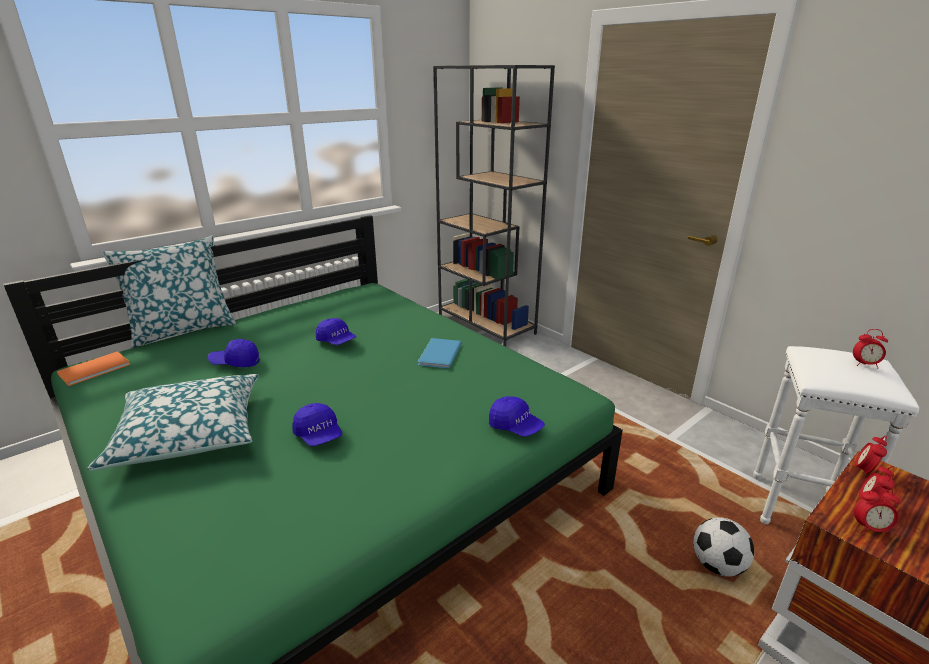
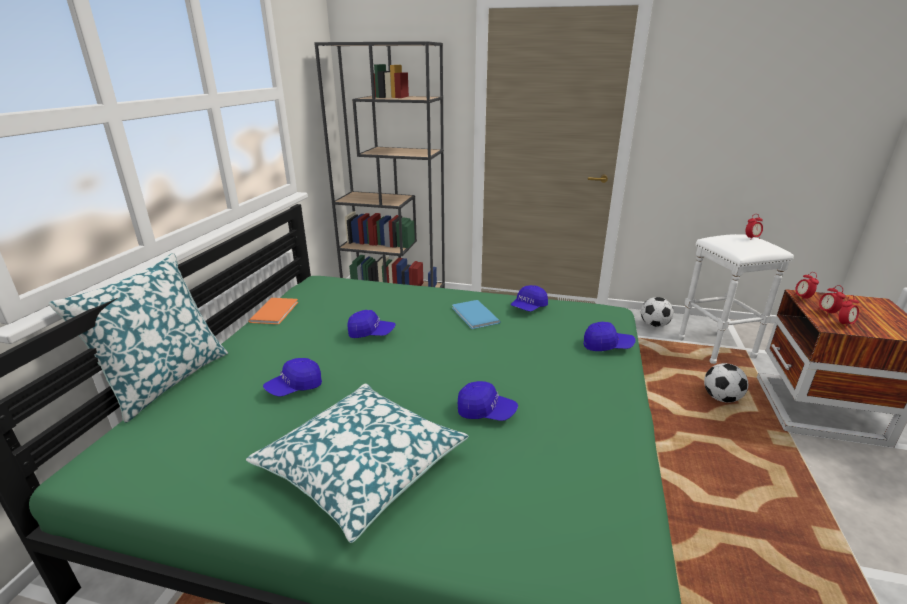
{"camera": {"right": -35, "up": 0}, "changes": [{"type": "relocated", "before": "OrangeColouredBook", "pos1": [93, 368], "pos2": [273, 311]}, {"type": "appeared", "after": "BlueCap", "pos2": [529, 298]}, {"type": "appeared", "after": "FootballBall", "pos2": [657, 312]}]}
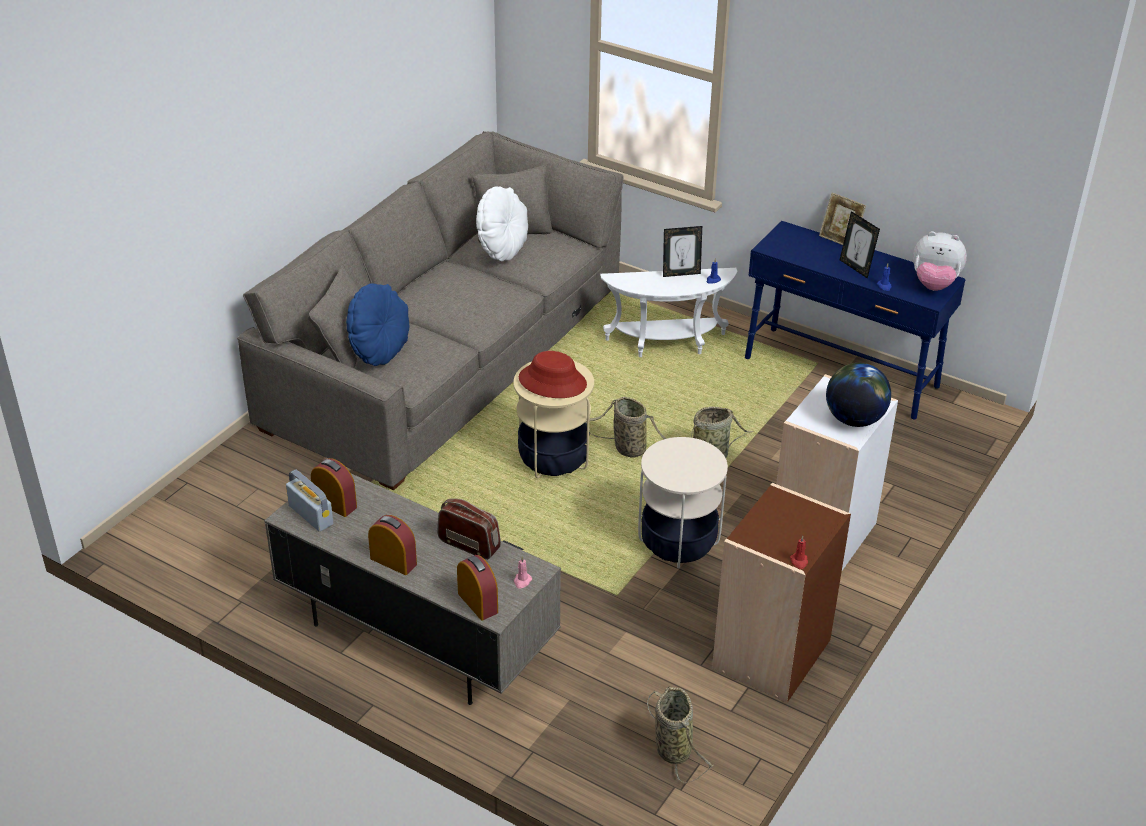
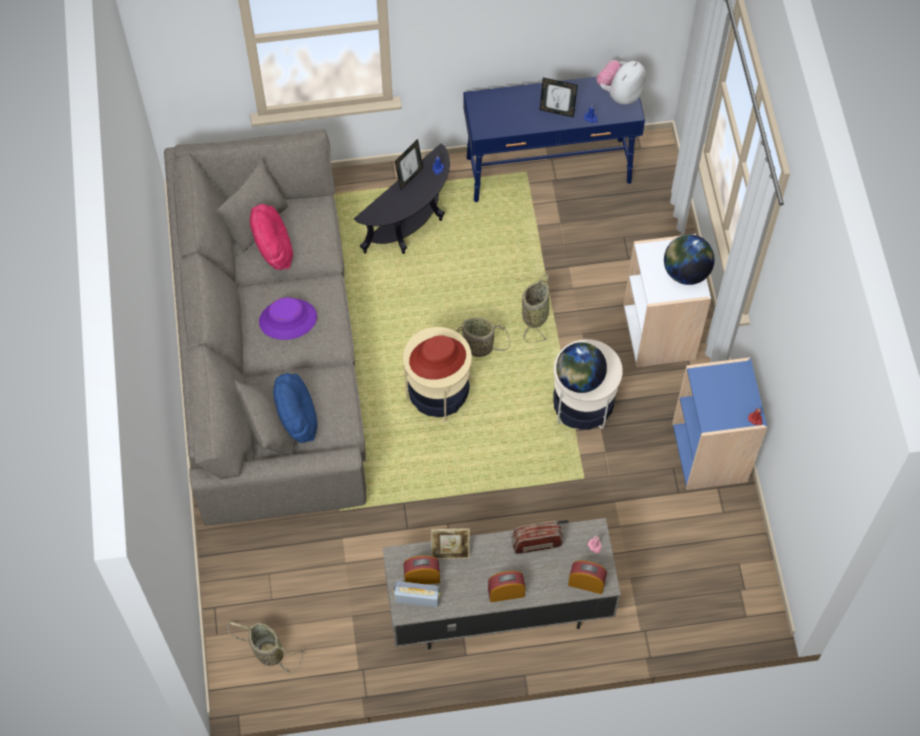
{"camera": {"right": -40, "up": 25}, "changes": [{"type": "colour", "before": "WhitishThrowPillow", "after": "PinkishThrowPillow", "pos1": [502, 223], "pos2": [271, 237]}, {"type": "colour", "before": "WhitishAccentTable", "after": "BlackAccentTable", "pos1": [669, 312], "pos2": [402, 199]}, {"type": "relocated", "before": "HouseholdBasket", "pos1": [680, 735], "pos2": [265, 647]}, {"type": "colour", "before": "BrownBookcase", "after": "BlueBookcase", "pos1": [781, 593], "pos2": [719, 423]}, {"type": "relocated", "before": "PictureFrame", "pos1": [842, 218], "pos2": [450, 543]}, {"type": "spun", "before": "PlushToy", "pos1": [940, 261], "pos2": [621, 82], "turn": 150}, {"type": "appeared", "after": "PurpleClothingHat", "pos2": [288, 318]}, {"type": "appeared", "after": "DeskGlobe", "pos2": [581, 367]}]}
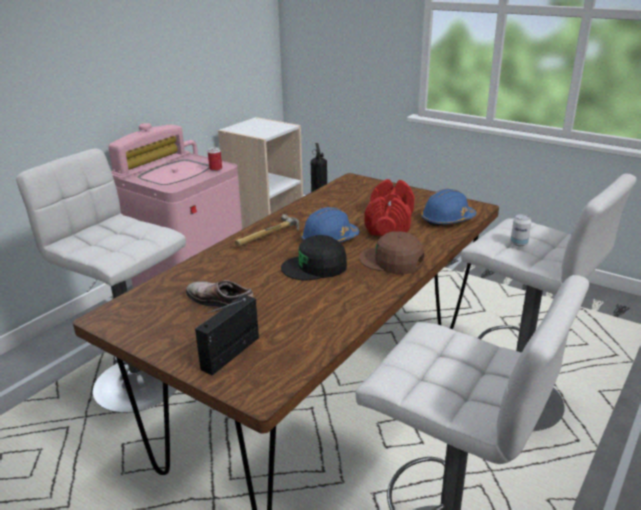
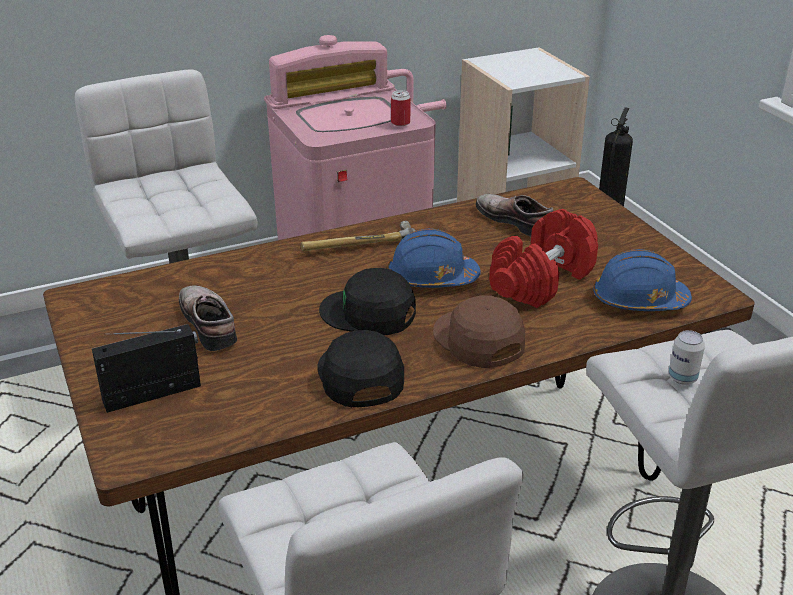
{"camera": {"right": 30, "up": 5}, "changes": [{"type": "appeared", "after": "BlackCap", "pos2": [360, 368]}, {"type": "appeared", "after": "Shoe", "pos2": [515, 215]}]}
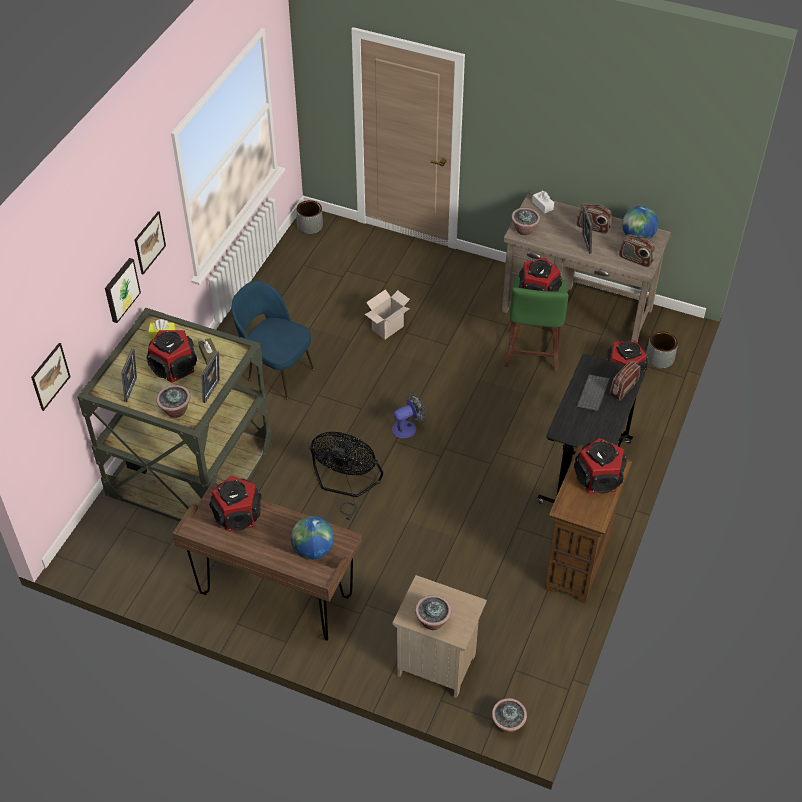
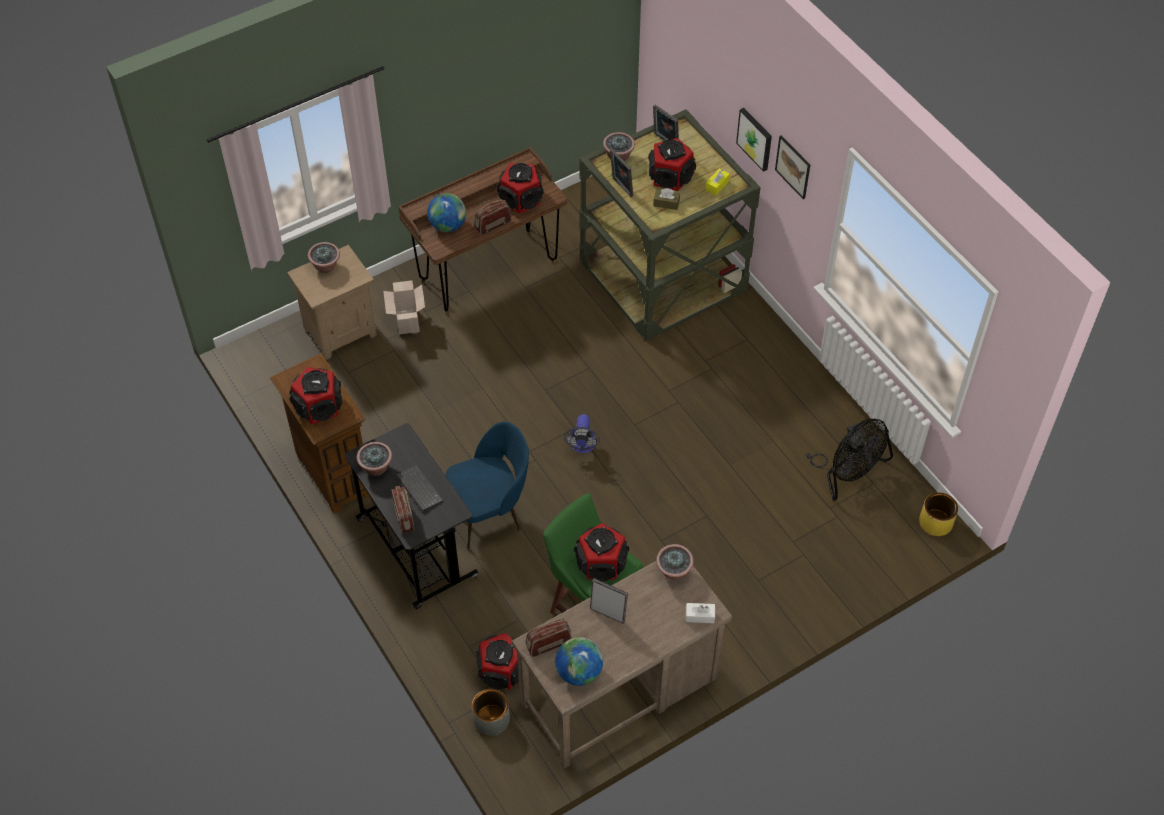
{"camera": {"right": 125, "up": 5}, "changes": [{"type": "missing", "before": "WallArt", "pos1": [51, 377]}, {"type": "relocated", "before": "BluePlainChair", "pos1": [273, 340], "pos2": [487, 485]}, {"type": "colour", "before": "GreyPlantPot", "after": "YellowPlantPot", "pos1": [309, 217], "pos2": [938, 514]}, {"type": "relocated", "before": "BlackFan", "pos1": [346, 476], "pos2": [849, 460]}, {"type": "relocated", "before": "CardboardBox", "pos1": [387, 314], "pos2": [404, 307]}, {"type": "relocated", "before": "PlantInAPot", "pos1": [509, 715], "pos2": [374, 459]}, {"type": "relocated", "before": "RadioReceiver", "pos1": [594, 219], "pos2": [492, 217]}]}
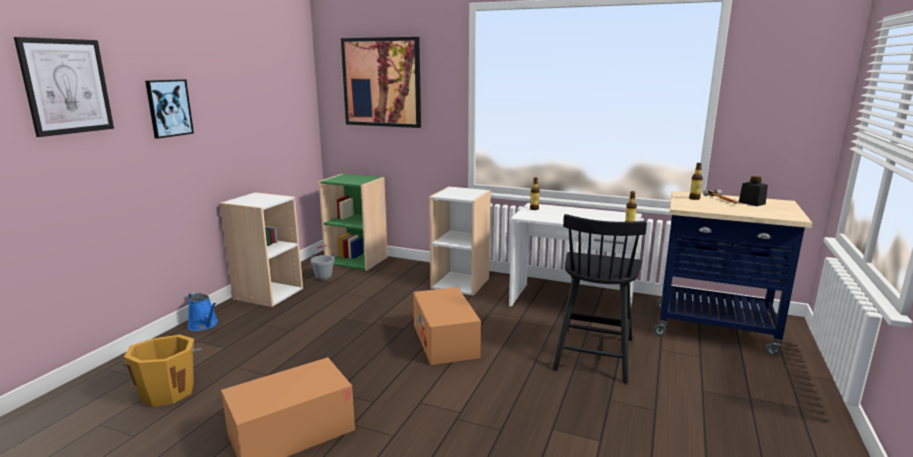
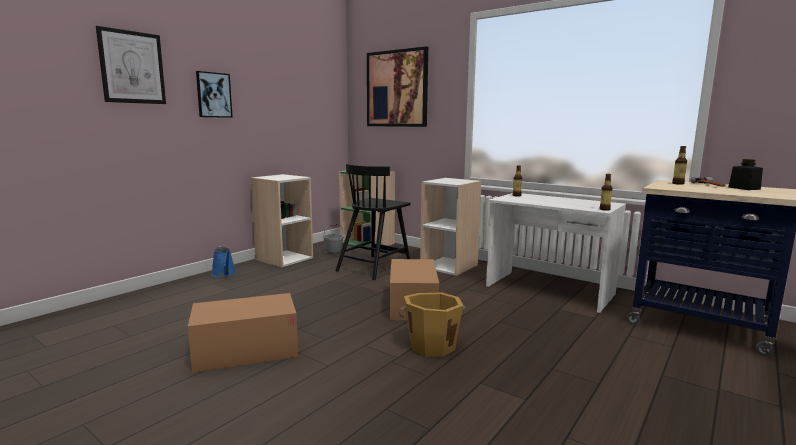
{"camera": {"right": 15, "up": -5}, "changes": [{"type": "relocated", "before": "OrangeColouredPail", "pos1": [161, 371], "pos2": [432, 325]}, {"type": "relocated", "before": "BlackPlainChair", "pos1": [600, 298], "pos2": [372, 221]}]}
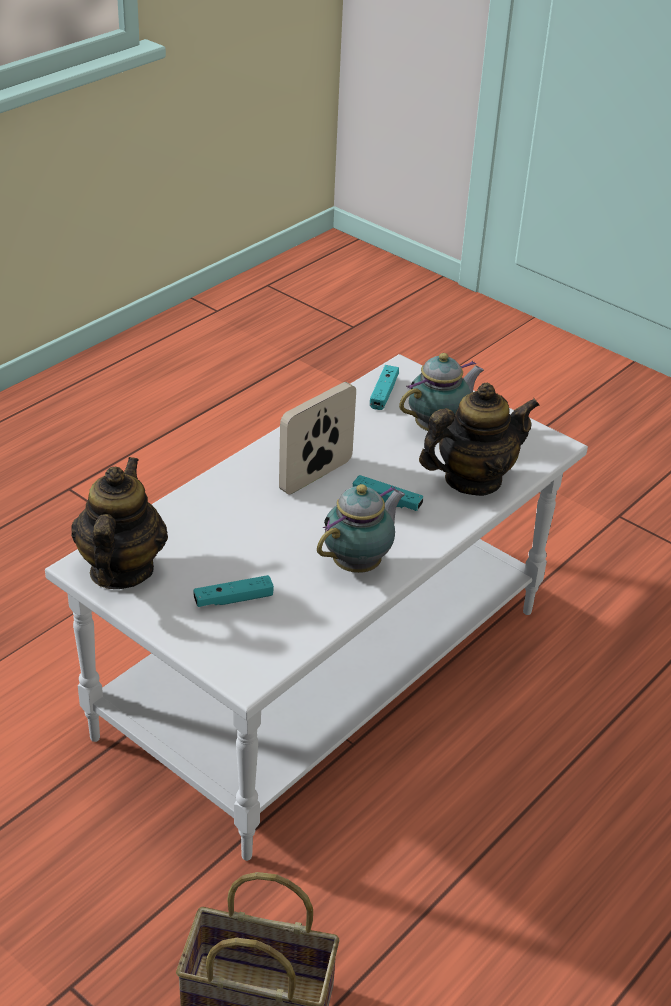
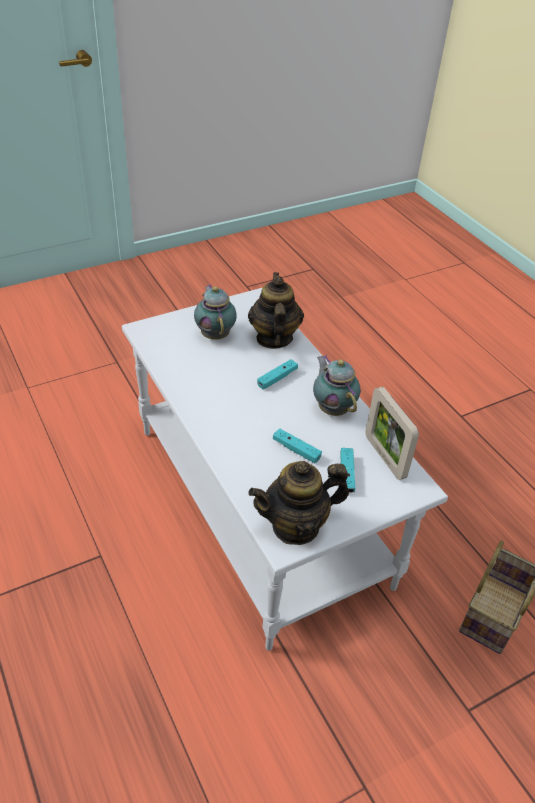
{"camera": {"right": -70, "up": 5}, "changes": [{"type": "spun", "before": "TeaPot", "pos1": [119, 523], "pos2": [298, 503], "turn": -45}, {"type": "relocated", "before": "PictureFrame", "pos1": [317, 438], "pos2": [392, 433]}, {"type": "relocated", "before": "TurquoiseGameController", "pos1": [384, 387], "pos2": [297, 445]}]}
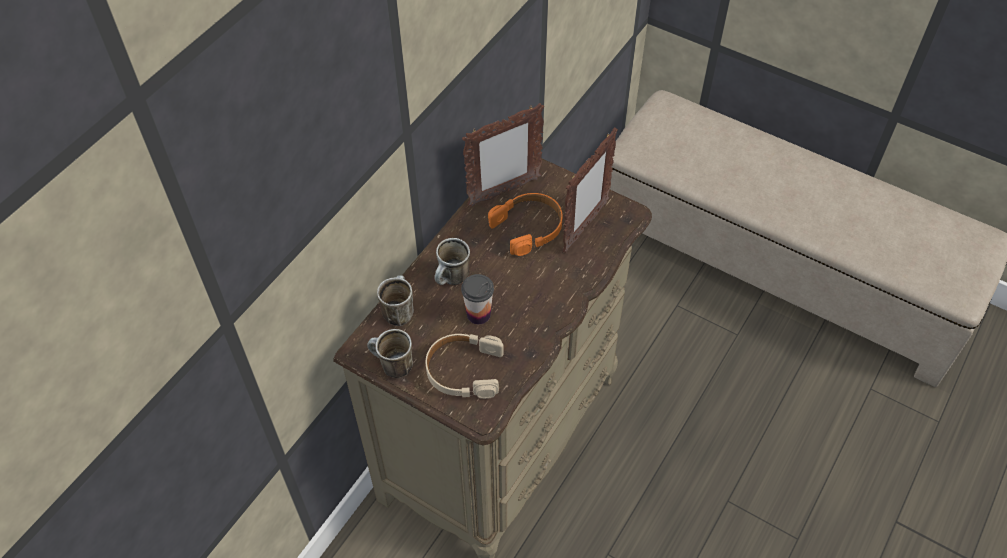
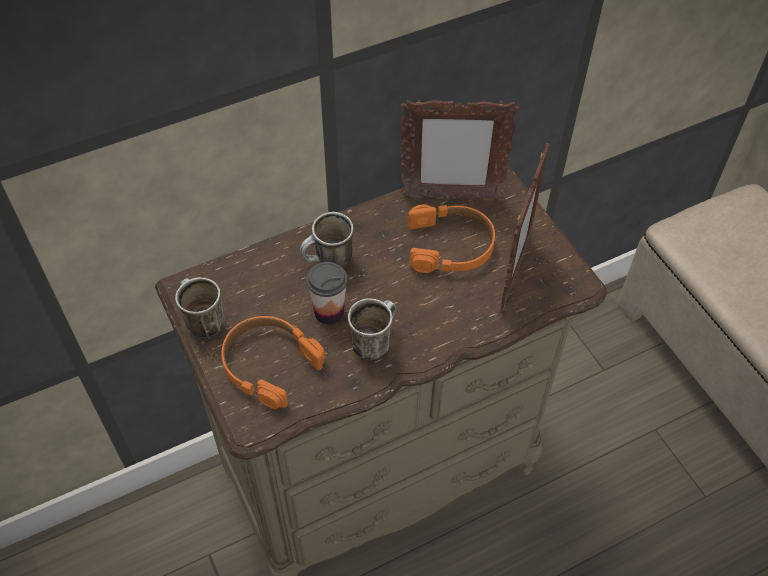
{"camera": {"right": 30, "up": 0}, "changes": [{"type": "relocated", "before": "CoffeeMug", "pos1": [395, 300], "pos2": [372, 329]}, {"type": "colour", "before": "BeigePairOfHeadphones", "after": "OrangeColouredPairOfHeadphones", "pos1": [465, 366], "pos2": [273, 362]}, {"type": "spun", "before": "PictureFrame", "pos1": [590, 190], "pos2": [524, 228], "turn": -45}]}
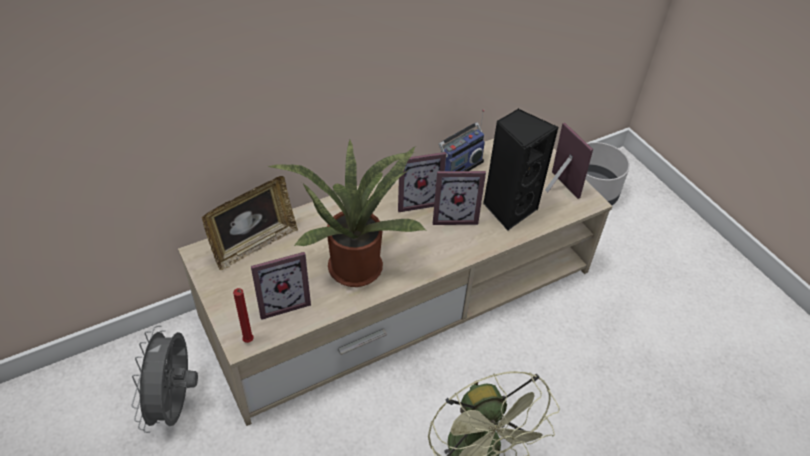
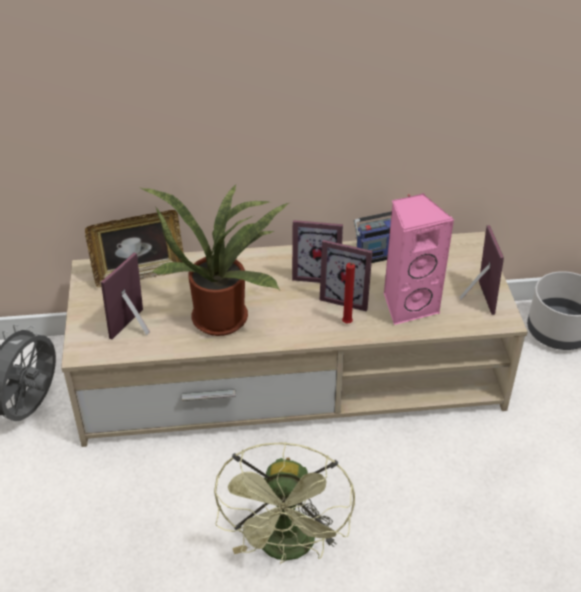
{"camera": {"right": 25, "up": -5}, "changes": [{"type": "relocated", "before": "RedCandle", "pos1": [243, 315], "pos2": [348, 293]}, {"type": "spun", "before": "PictureFrame", "pos1": [281, 286], "pos2": [125, 296], "turn": 120}, {"type": "colour", "before": "BlackSpeaker", "after": "PinkishSpeaker", "pos1": [521, 169], "pos2": [419, 259]}]}
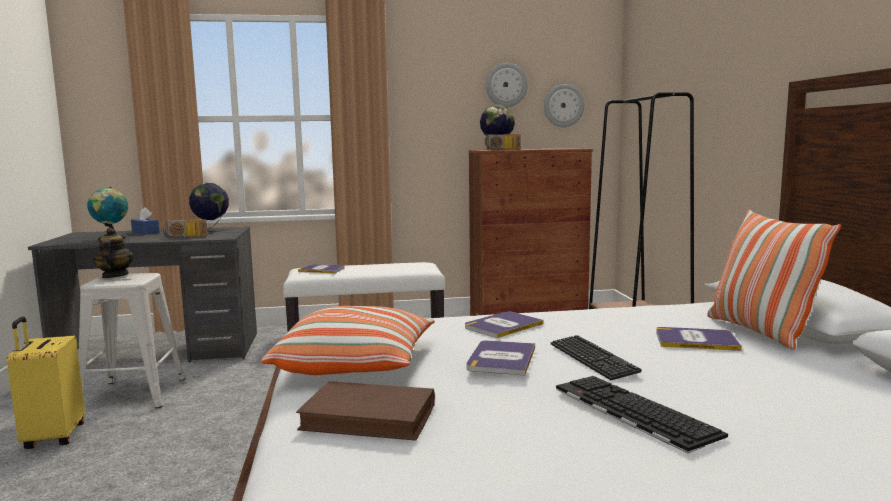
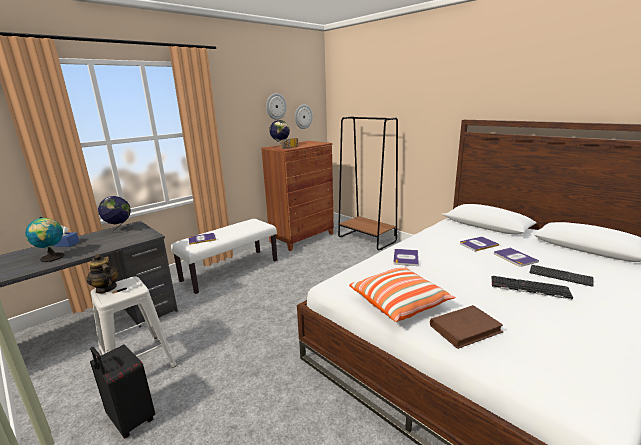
{"camera": {"right": -35, "up": 10}, "changes": [{"type": "colour", "before": "YellowTravelCase", "after": "BlackTravelCase", "pos1": [46, 382], "pos2": [122, 391]}, {"type": "missing", "before": "RadioReceiver", "pos1": [185, 229]}, {"type": "relocated", "before": "Book", "pos1": [500, 358], "pos2": [516, 257]}, {"type": "relocated", "before": "ComputerKeyboard", "pos1": [596, 357], "pos2": [561, 276]}, {"type": "missing", "before": "ThrowPillow", "pos1": [774, 279]}]}
